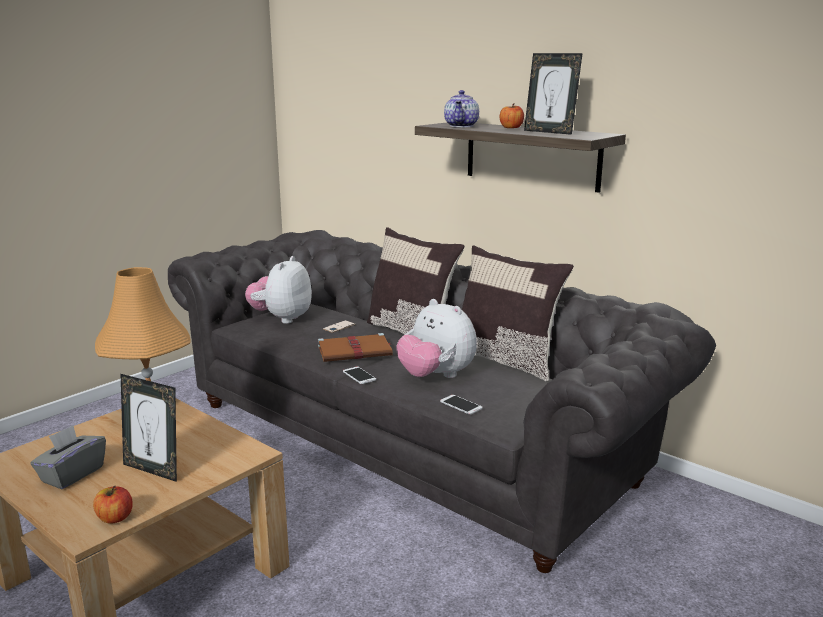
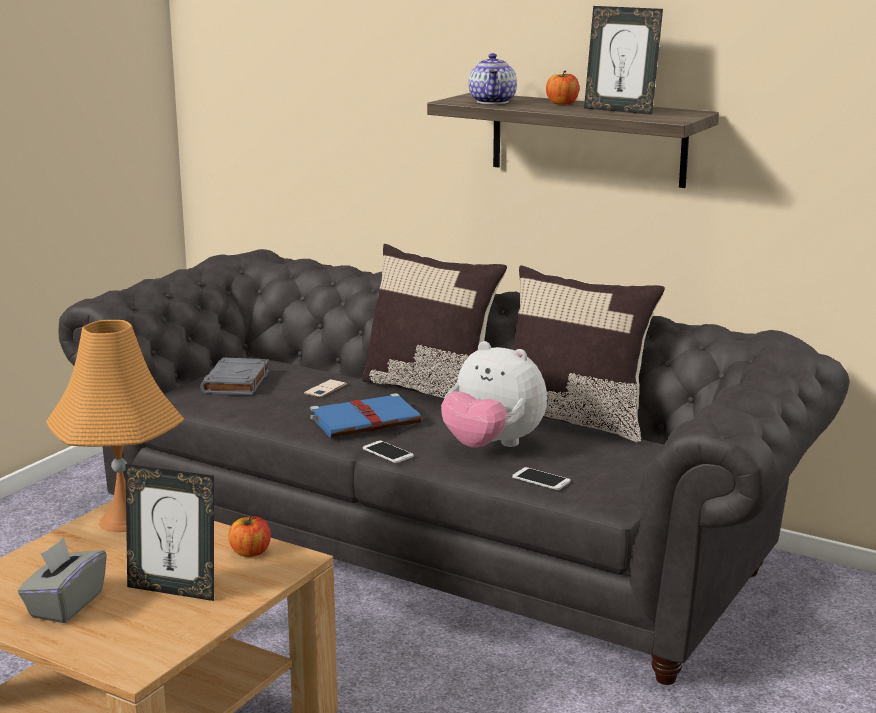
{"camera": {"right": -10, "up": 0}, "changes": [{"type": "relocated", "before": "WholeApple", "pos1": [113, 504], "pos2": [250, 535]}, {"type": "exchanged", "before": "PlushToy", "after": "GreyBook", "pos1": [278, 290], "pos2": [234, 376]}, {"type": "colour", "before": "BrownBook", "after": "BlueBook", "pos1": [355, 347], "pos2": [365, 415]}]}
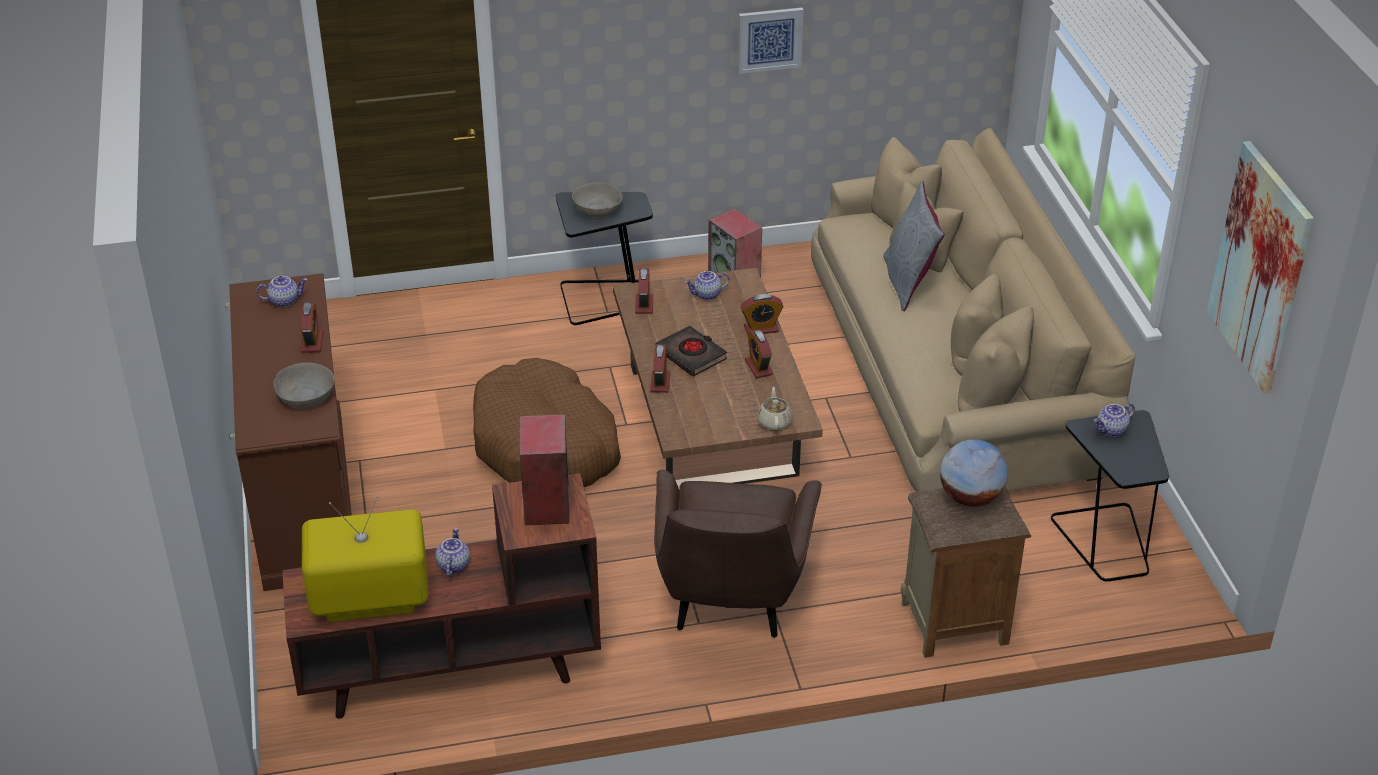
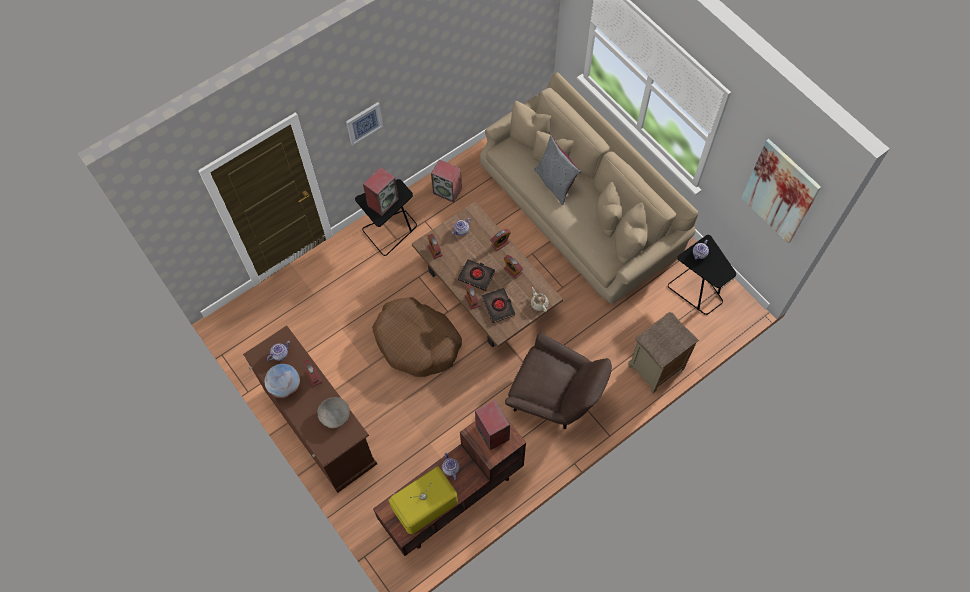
{"camera": {"right": -25, "up": 25}, "changes": [{"type": "exchanged", "before": "GreyServingBowl", "after": "Speaker", "pos1": [597, 200], "pos2": [381, 191]}, {"type": "spun", "before": "BrownEasyChair", "pos1": [738, 554], "pos2": [558, 380], "turn": -45}, {"type": "relocated", "before": "WallArt", "pos1": [771, 41], "pos2": [364, 124]}, {"type": "relocated", "before": "DeskGlobe", "pos1": [974, 473], "pos2": [282, 381]}, {"type": "appeared", "after": "BlackBook", "pos2": [498, 305]}]}
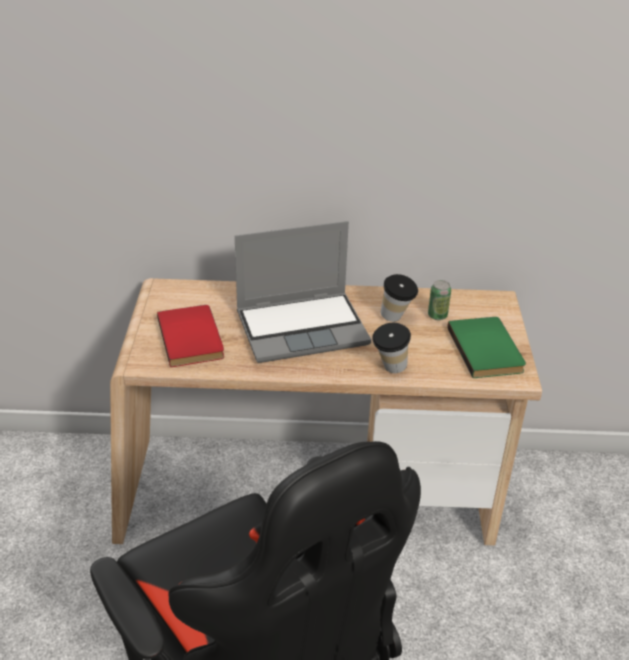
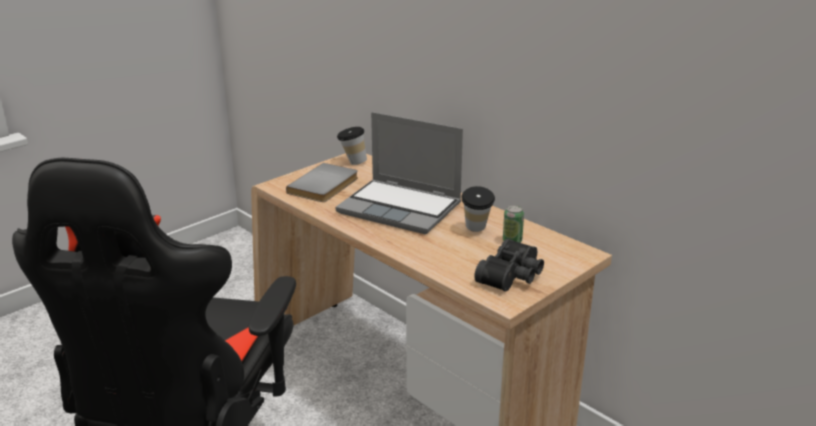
{"camera": {"right": 45, "up": -10}, "changes": [{"type": "colour", "before": "RedBook", "after": "GreyBook", "pos1": [190, 336], "pos2": [322, 182]}, {"type": "relocated", "before": "SmallCup", "pos1": [391, 348], "pos2": [352, 146]}, {"type": "exchanged", "before": "GreenColouredBook", "after": "BlackFieldGlasses", "pos1": [486, 347], "pos2": [509, 265]}]}
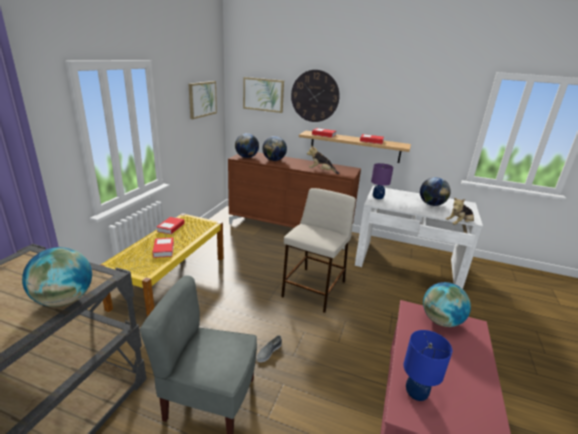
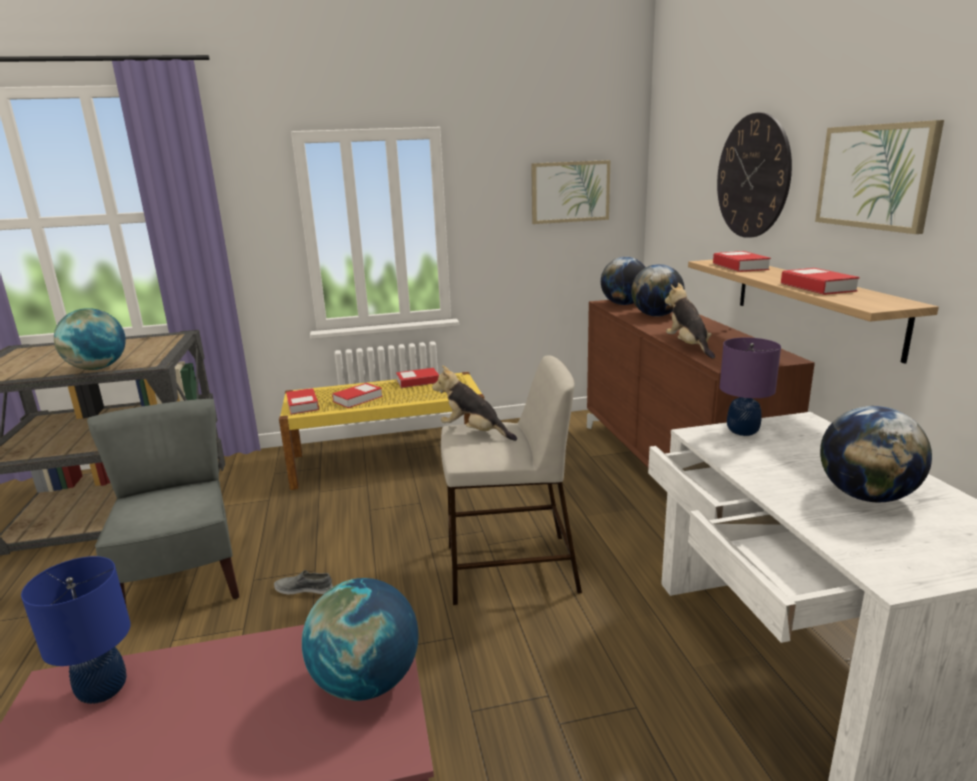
{"camera": {"right": 60, "up": -5}, "changes": [{"type": "relocated", "before": "WallArt", "pos1": [263, 95], "pos2": [879, 177]}, {"type": "relocated", "before": "PlushToy", "pos1": [460, 211], "pos2": [474, 403]}, {"type": "appeared", "after": "Book", "pos2": [302, 401]}]}
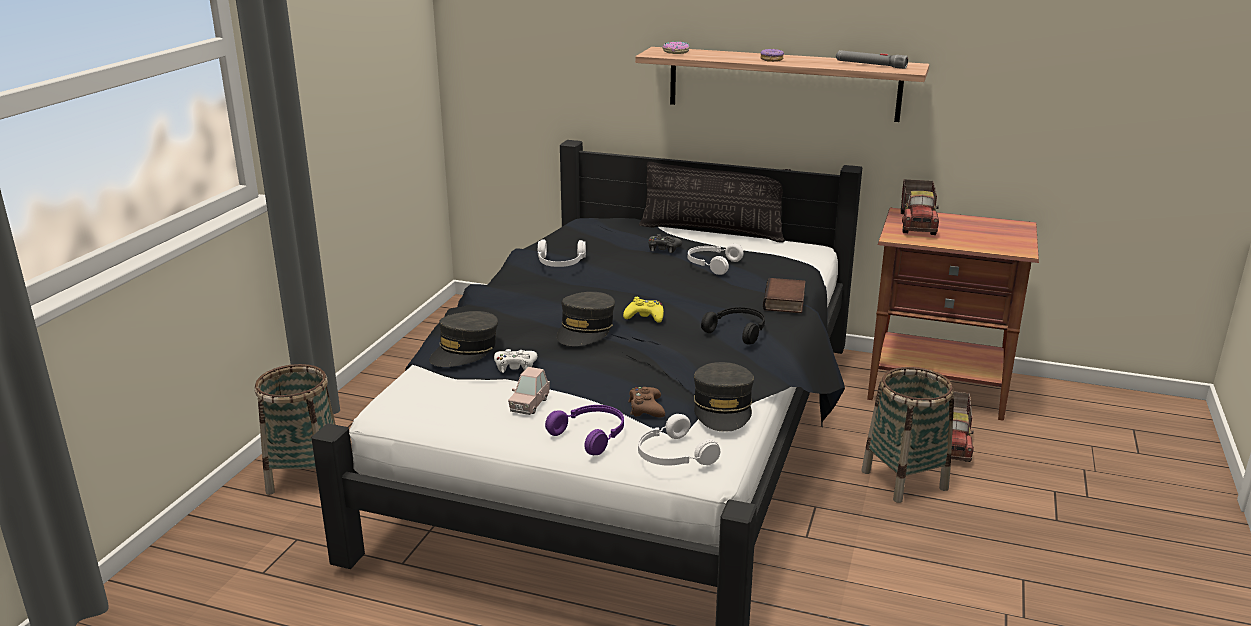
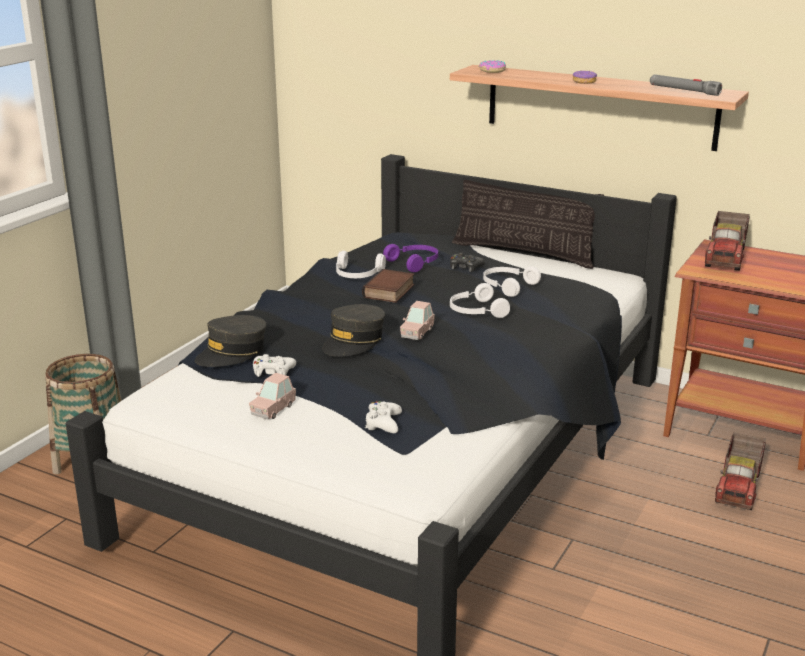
{"camera": {"right": 10, "up": 0}, "changes": [{"type": "relocated", "before": "PurplePairOfHeadphones", "pos1": [584, 430], "pos2": [410, 258]}, {"type": "exchanged", "before": "YellowGameController", "after": "PinkishMiniatureCar", "pos1": [643, 310], "pos2": [417, 320]}, {"type": "colour", "before": "BrownGameController", "after": "WhitishGameController", "pos1": [646, 402], "pos2": [383, 417]}, {"type": "relocated", "before": "WhitishPairOfHeadphones", "pos1": [679, 440], "pos2": [480, 300]}, {"type": "missing", "before": "GreyCap", "pos1": [724, 397]}, {"type": "missing", "before": "BlackPairOfHeadphones", "pos1": [733, 325]}, {"type": "relocated", "before": "Book", "pos1": [784, 295], "pos2": [388, 286]}, {"type": "missing", "before": "HouseholdBasket", "pos1": [907, 435]}]}
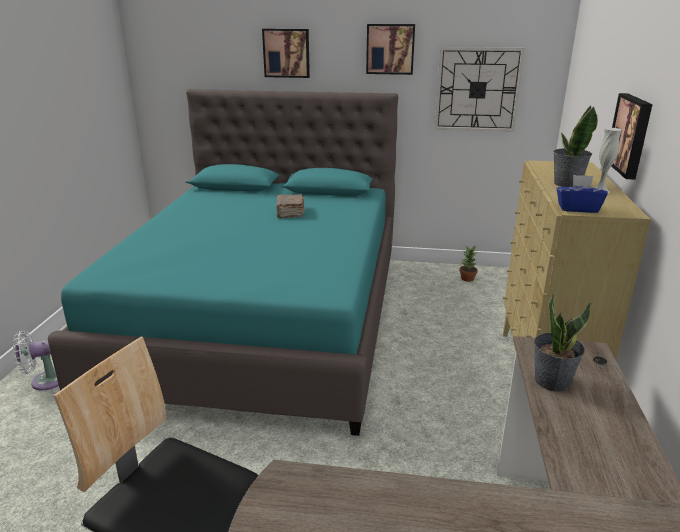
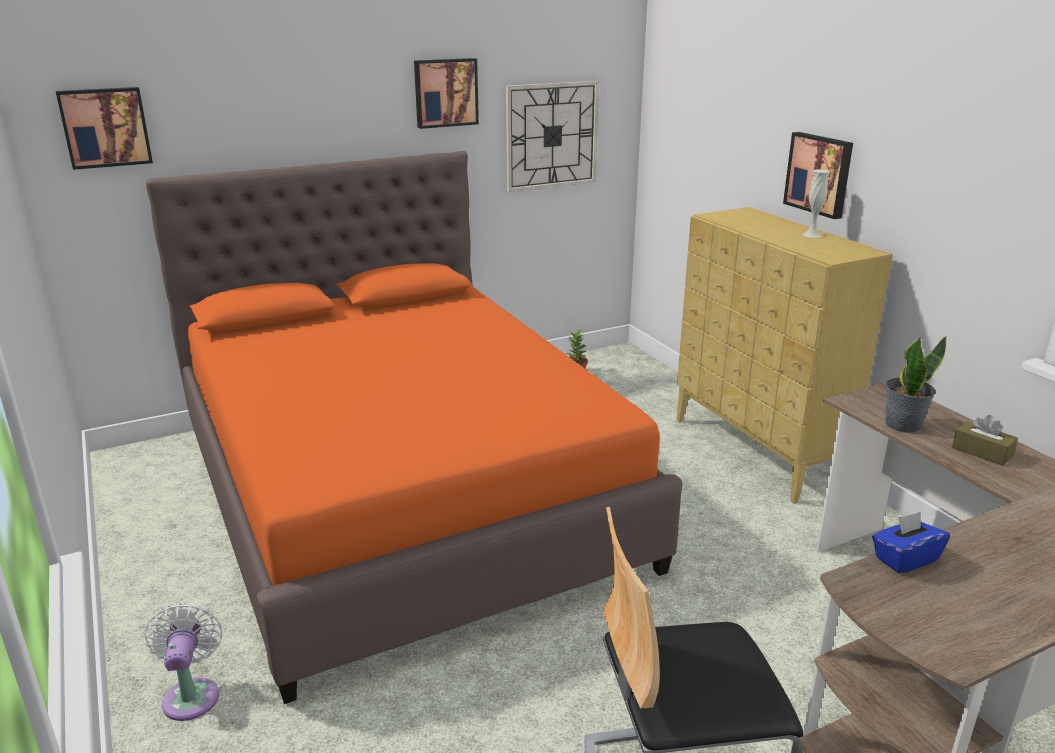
{"camera": {"right": -35, "up": 0}, "changes": [{"type": "spun", "before": "WhitishFan", "pos1": [36, 360], "pos2": [183, 662], "turn": 135}, {"type": "colour", "before": "TurquoiseSleepingBed", "after": "OrangeColouredSleepingBed", "pos1": [223, 262], "pos2": [414, 427]}, {"type": "relocated", "before": "WallArt", "pos1": [286, 53], "pos2": [104, 128]}, {"type": "missing", "before": "BrownBook", "pos1": [290, 206]}, {"type": "missing", "before": "PlantInAPot", "pos1": [575, 146]}, {"type": "relocated", "before": "BlueBoxOfTissues", "pos1": [582, 194], "pos2": [911, 543]}, {"type": "appeared", "after": "BrownBoxOfTissues", "pos2": [985, 440]}]}
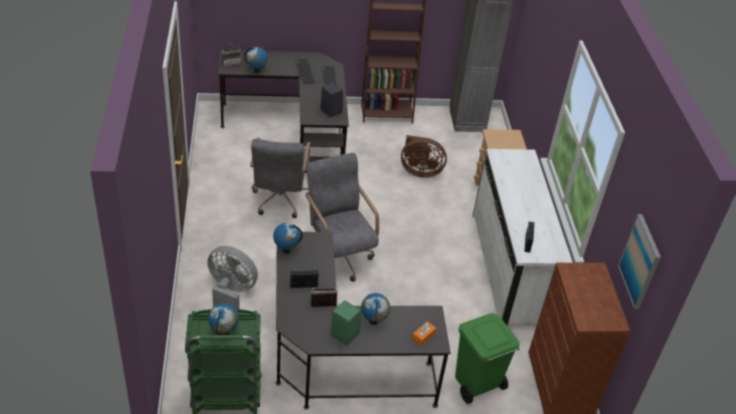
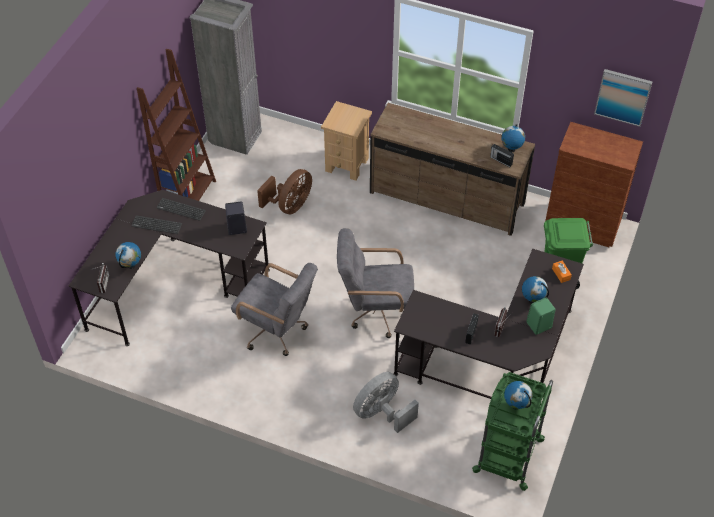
{"camera": {"right": -60, "up": 10}, "changes": [{"type": "relocated", "before": "DeskGlobe", "pos1": [288, 238], "pos2": [513, 138]}, {"type": "colour", "before": "WhitishDresser", "after": "BrownDresser", "pos1": [523, 237], "pos2": [452, 169]}]}
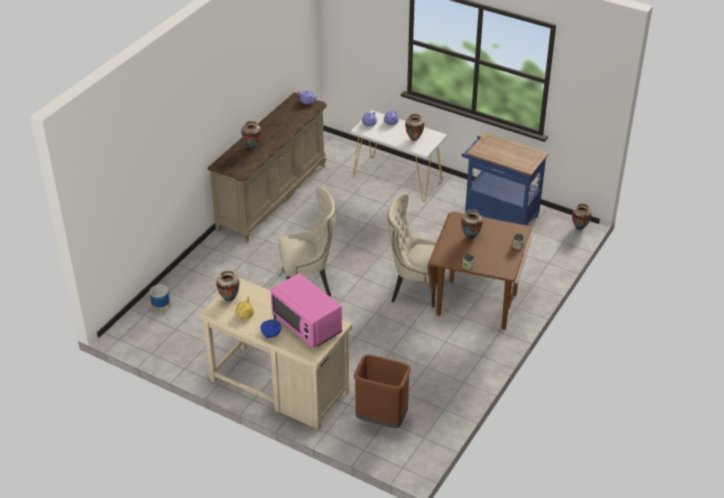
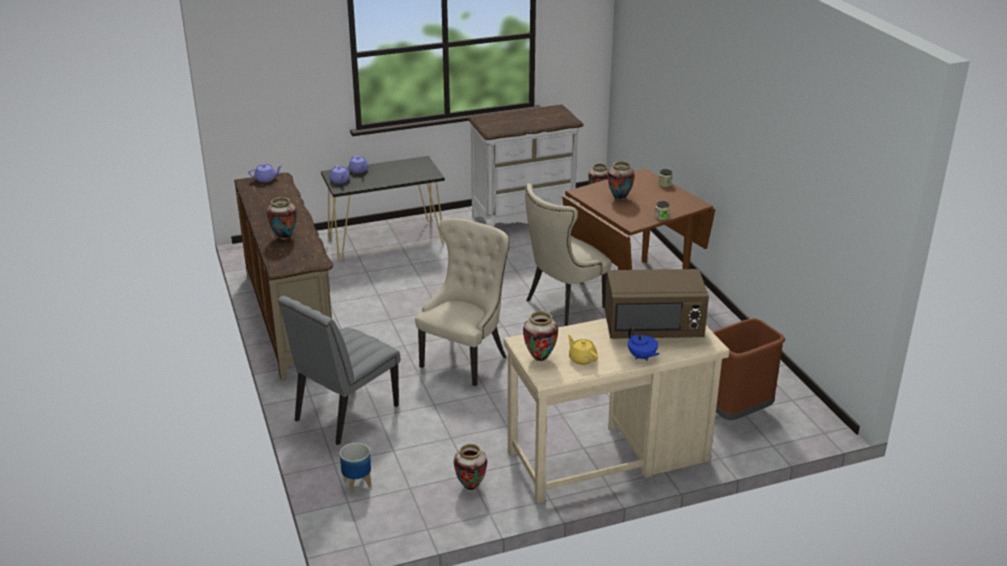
{"camera": {"right": -50, "up": -10}, "changes": [{"type": "colour", "before": "PinkishKitchenMicrowave", "after": "BrownKitchenMicrowave", "pos1": [306, 310], "pos2": [657, 304]}, {"type": "colour", "before": "WhitishHallTable", "after": "BlackHallTable", "pos1": [398, 156], "pos2": [383, 208]}, {"type": "relocated", "before": "FlowerVase", "pos1": [414, 127], "pos2": [470, 467]}, {"type": "exchanged", "before": "BlueWheeledCart", "after": "WhitishDresser", "pos1": [505, 179], "pos2": [526, 165]}, {"type": "appeared", "after": "GreyPlainChair", "pos2": [339, 370]}]}
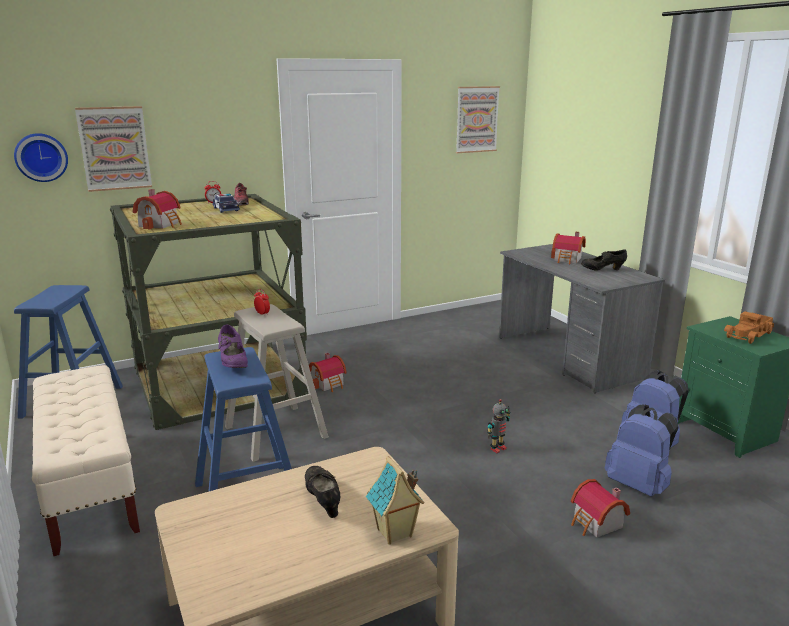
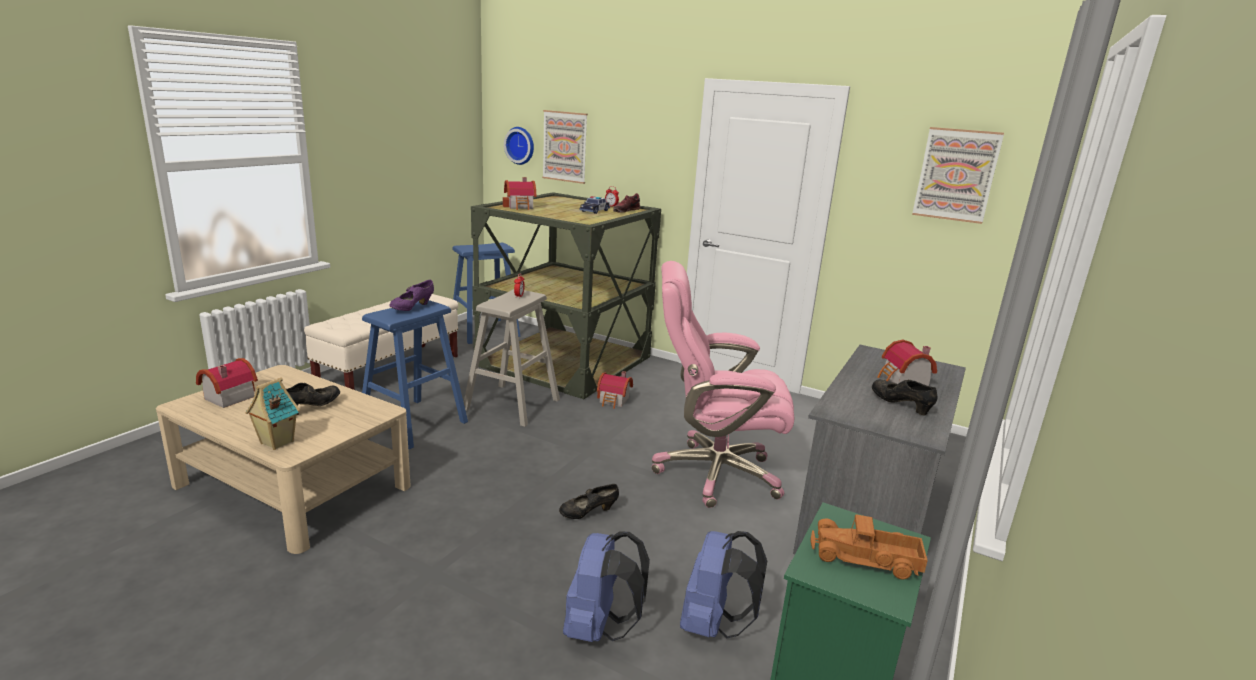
{"camera": {"right": 55, "up": 0}, "changes": [{"type": "exchanged", "before": "ModelRobot", "after": "BlackShoe", "pos1": [498, 426], "pos2": [589, 501]}, {"type": "relocated", "before": "ToyHouse", "pos1": [600, 508], "pos2": [227, 383]}, {"type": "appeared", "after": "PinkishOfficeChair", "pos2": [723, 384]}]}
